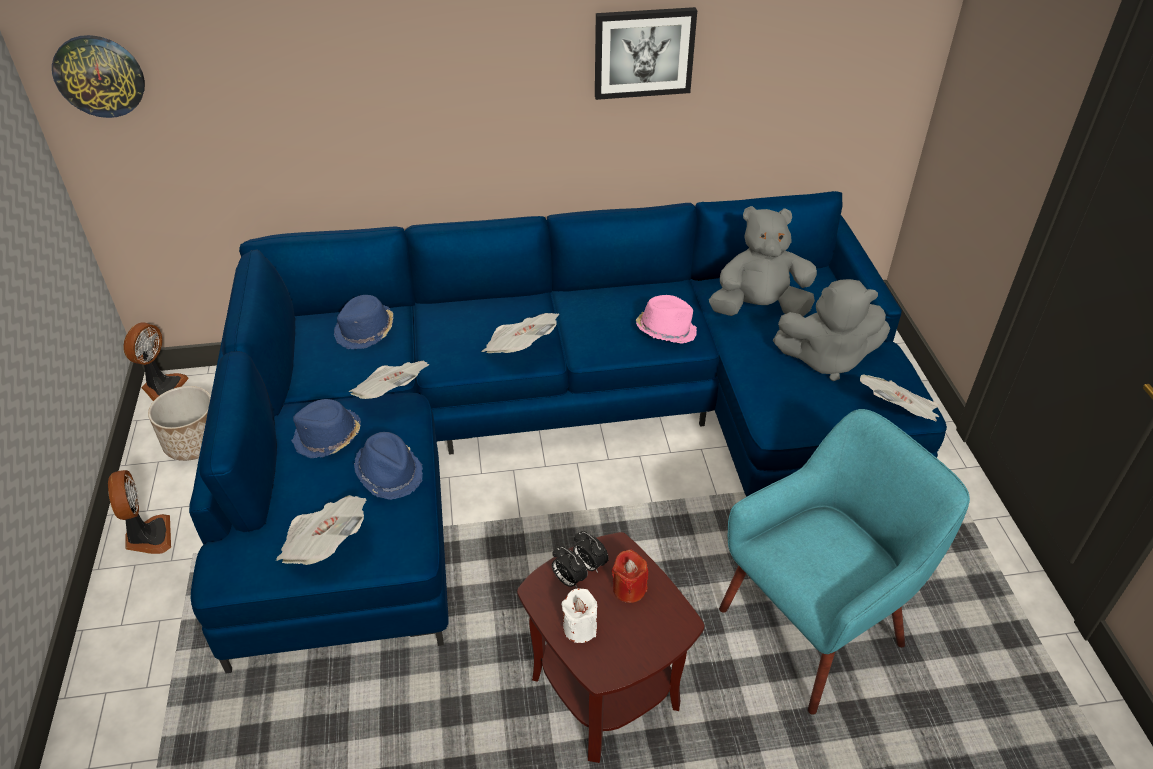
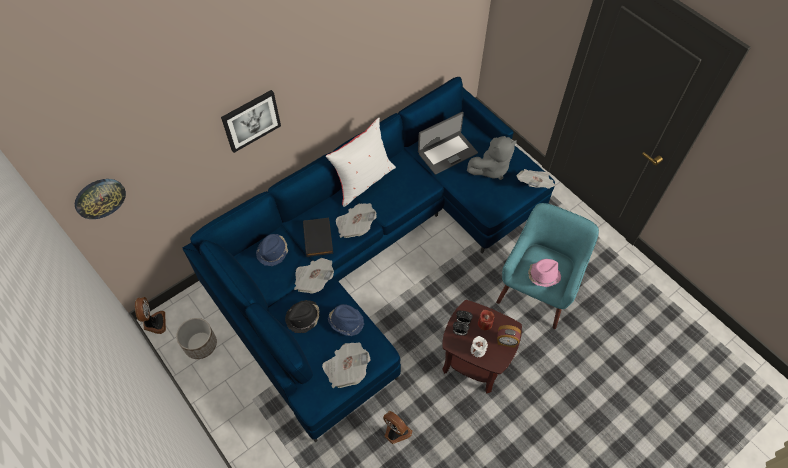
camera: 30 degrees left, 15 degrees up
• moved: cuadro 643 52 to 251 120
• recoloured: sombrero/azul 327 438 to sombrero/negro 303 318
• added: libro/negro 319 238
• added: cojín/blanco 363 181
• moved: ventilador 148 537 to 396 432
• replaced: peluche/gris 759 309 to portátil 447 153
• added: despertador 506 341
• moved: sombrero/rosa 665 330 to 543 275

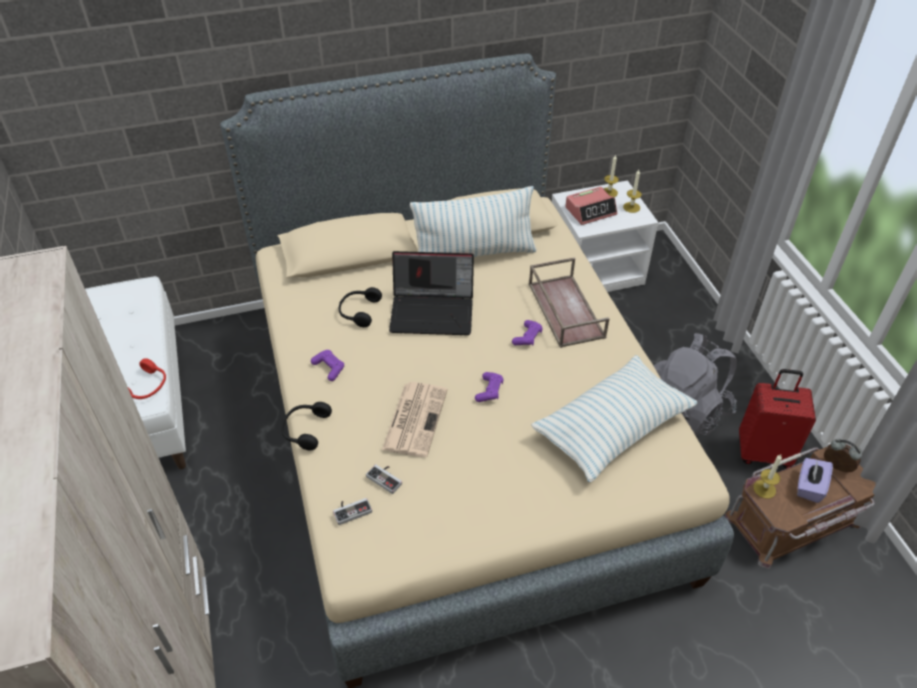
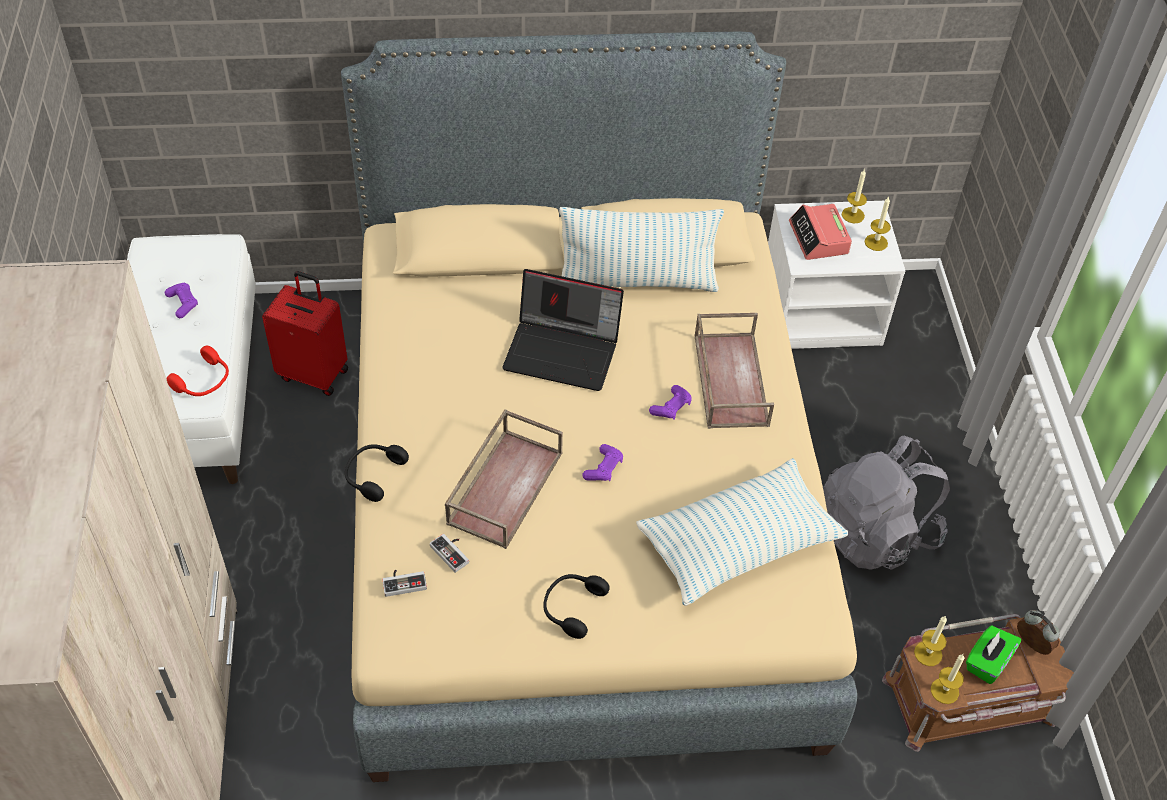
camera: 10 degrees right, 5 degrees up
• moved: mando de consola/morado 329 368 to 183 303
• moved: maleta/rojo 763 452 to 314 373
• replaced: periódico 415 418 to bandeja/marrón 504 486
• moved: auriculares/negro 358 311 to 572 607
• turned: despertador 590 211 = 819 238 90 degrees clockwise
• added: vela 944 691
• recoloured: caja de pañuelos/morado 809 487 to caja de pañuelos/verde 987 662

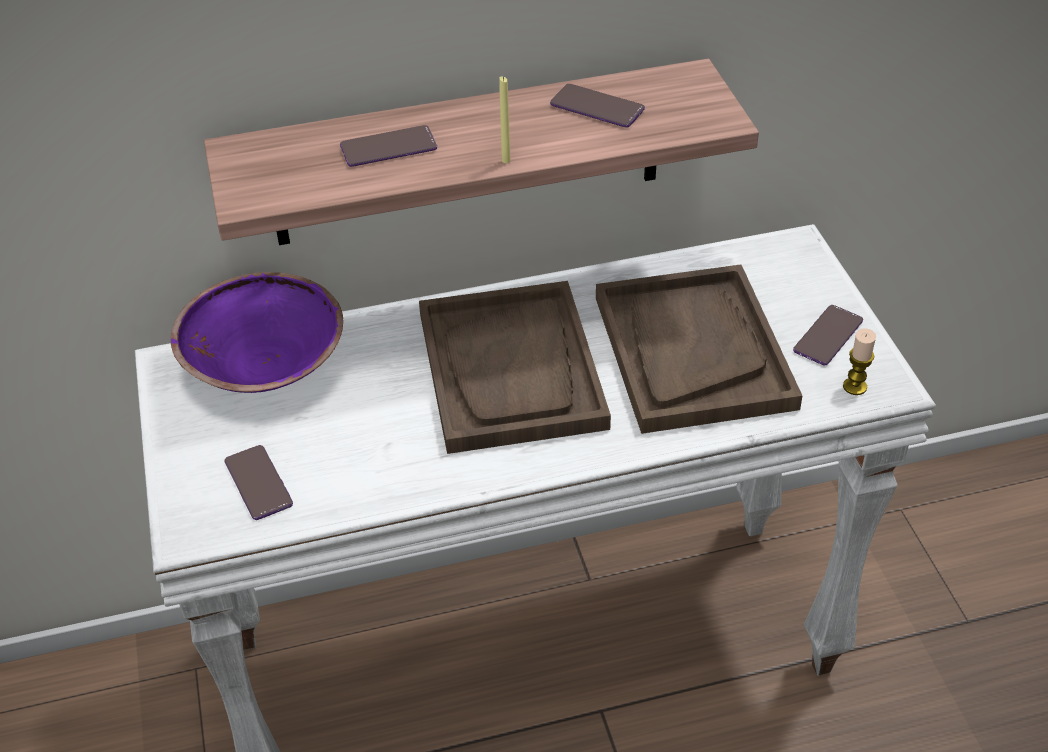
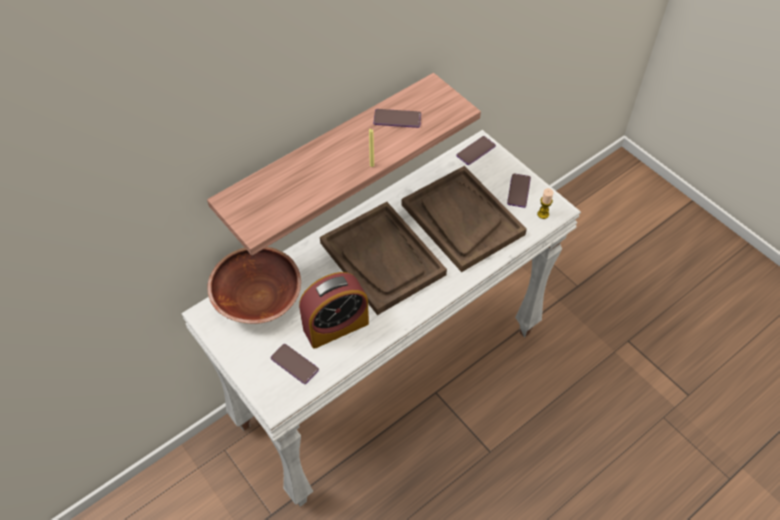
camera: 25 degrees left, 10 degrees up
• recoloured: cuenco/morado 265 365 to cuenco/marrón 257 298
• added: despertador 336 326
• moved: móvil 388 148 to 476 151

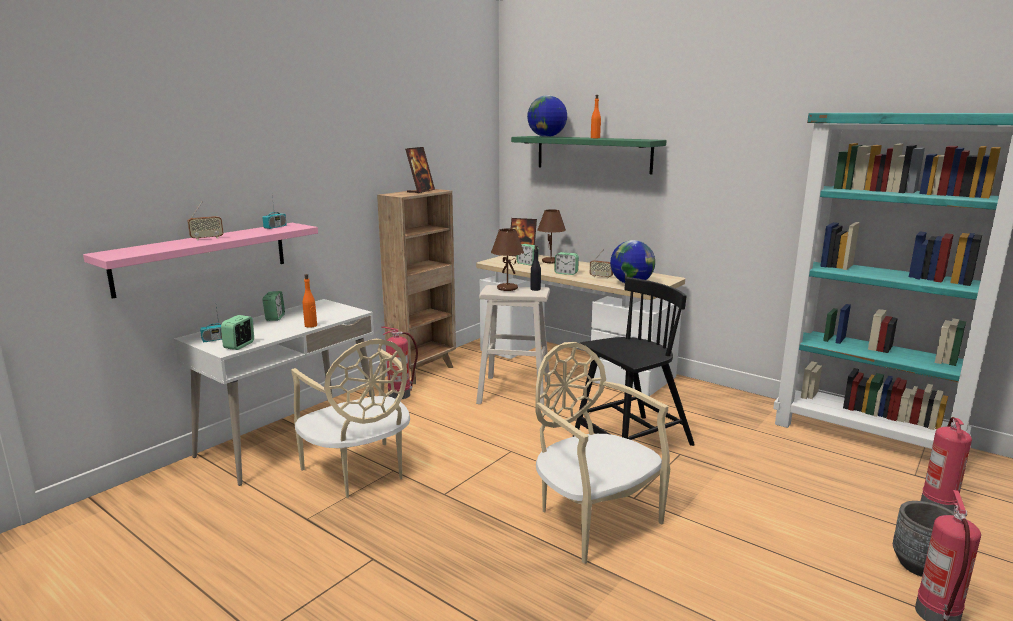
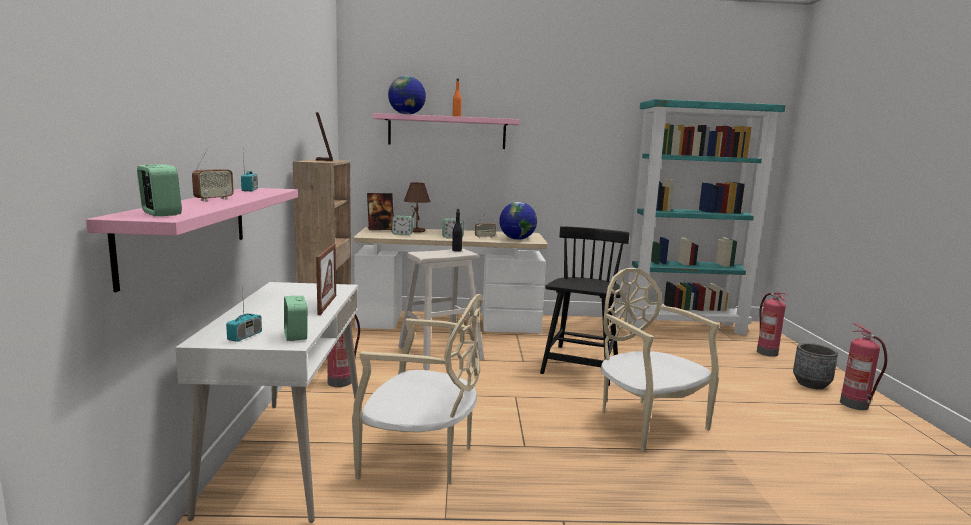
camera: 40 degrees left, 5 degrees down
• moved: despertador 275 317 to 161 213
• replaced: botella/naranja 311 325 to portarretratos 327 304
• recoloured: estante/verde 593 154 to estante/rosa 447 132
• turned: silla/beis 593 519 = 647 422 45 degrees clockwise
• removed: lámpara de mesa/marrón 507 288

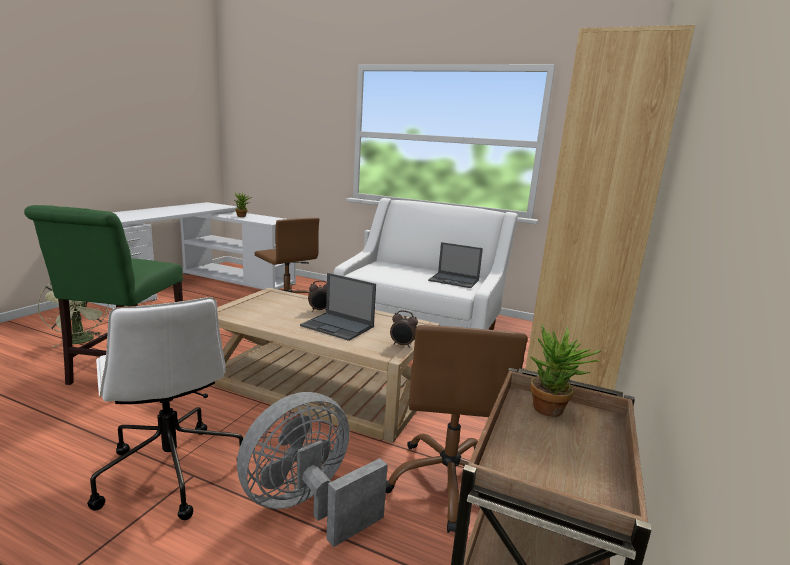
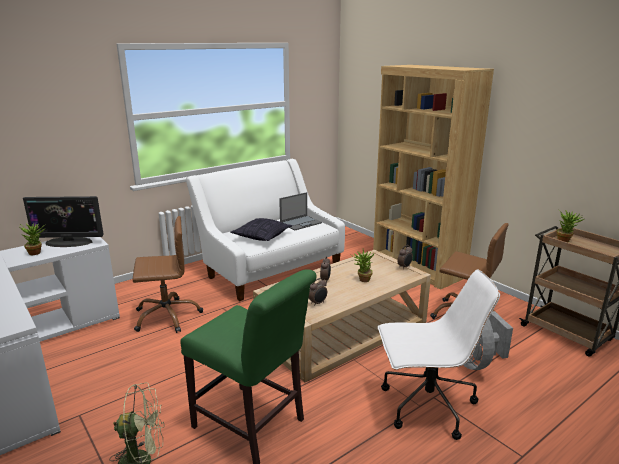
camera: 60 degrees left, 5 degrees up
• added: monitor 69 242
• added: cojín 262 236
• added: despertador 318 303
• replaced: portátil 338 326 to planta en maceta 362 279

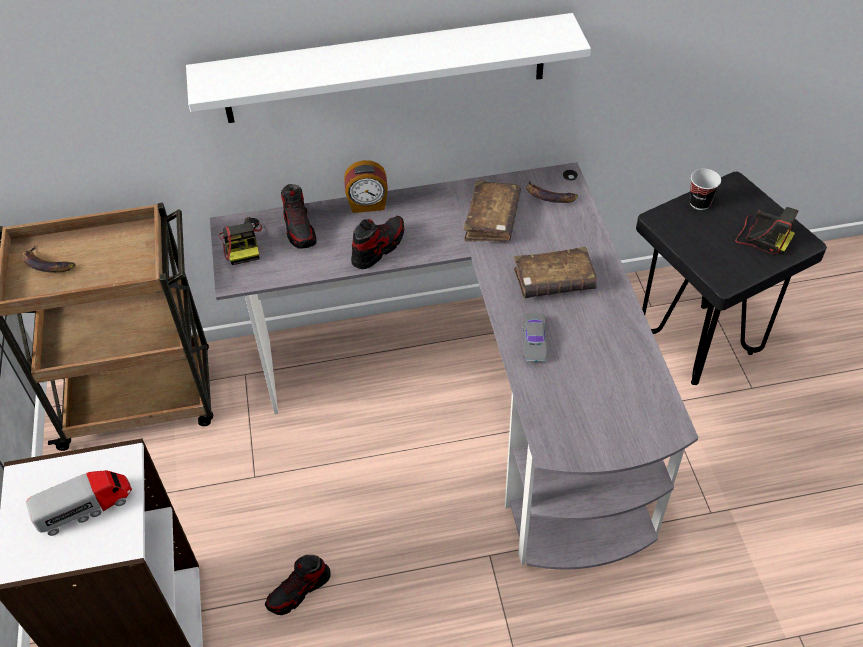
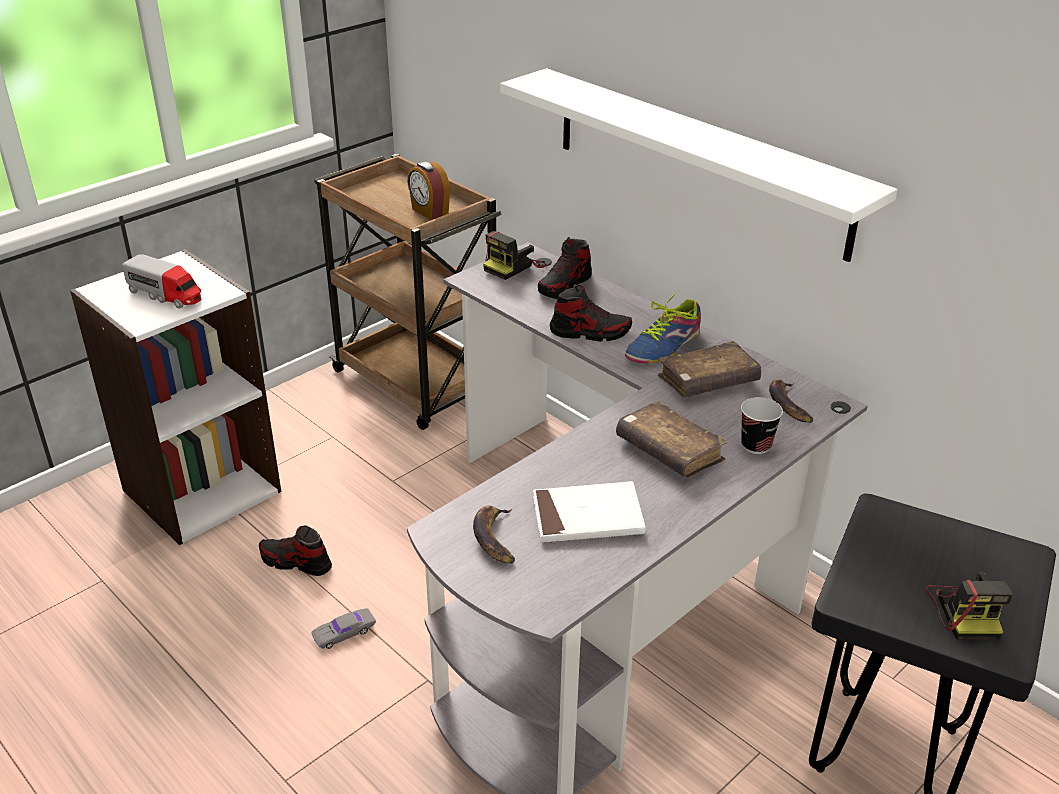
camera: 55 degrees right, 15 degrees down
• moved: coche de juguete/gris 534 341 to 344 632
• moved: despertador 368 205 to 429 212
• moved: plátano 47 264 to 494 538
• added: libro/blanco 587 517
• added: zapato 664 346
• moved: taza 700 203 to 756 445

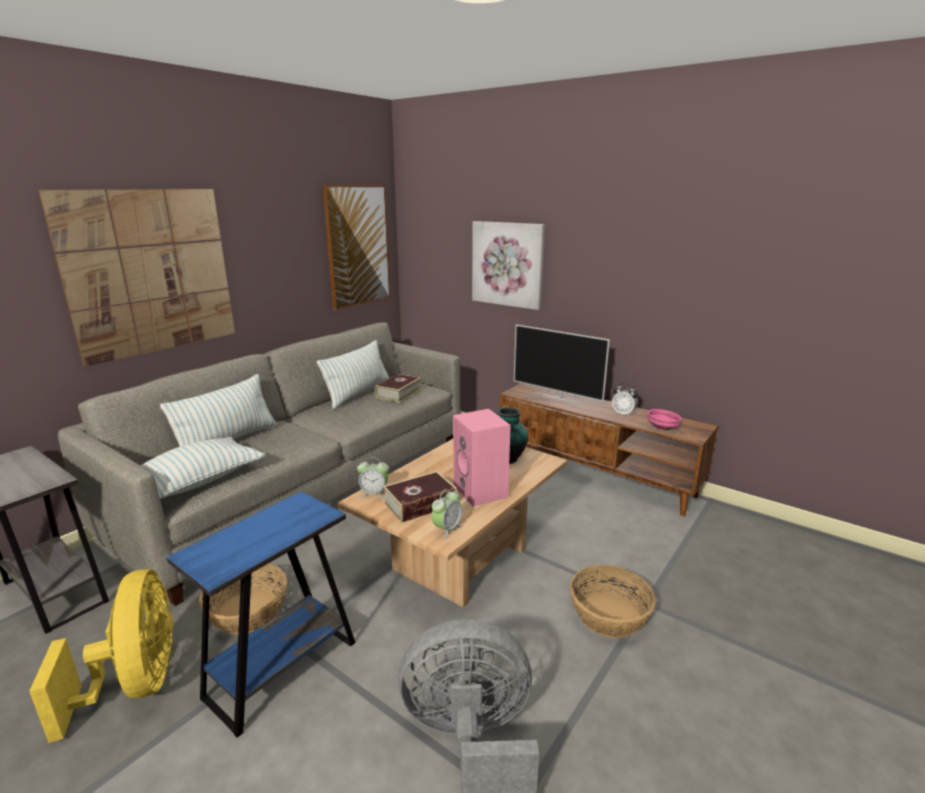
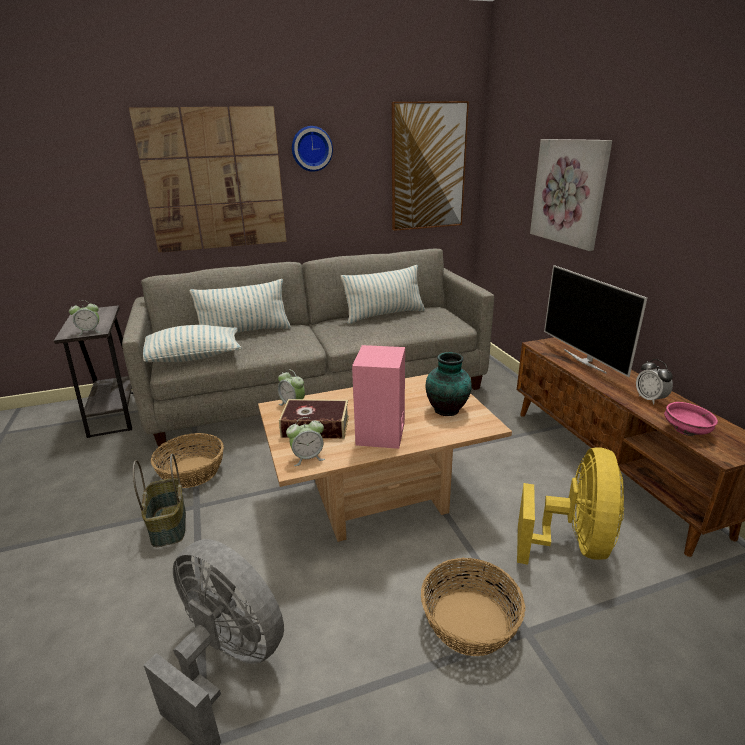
camera: 35 degrees right, 5 degrees up
• added: despertador 89 331
• replaced: mesa auxiliar/azul 282 669 to cesta 169 525
• added: reloj de pared 311 148
• moved: ventilador/amarillo 137 684 to 573 543
• removed: libro 399 393

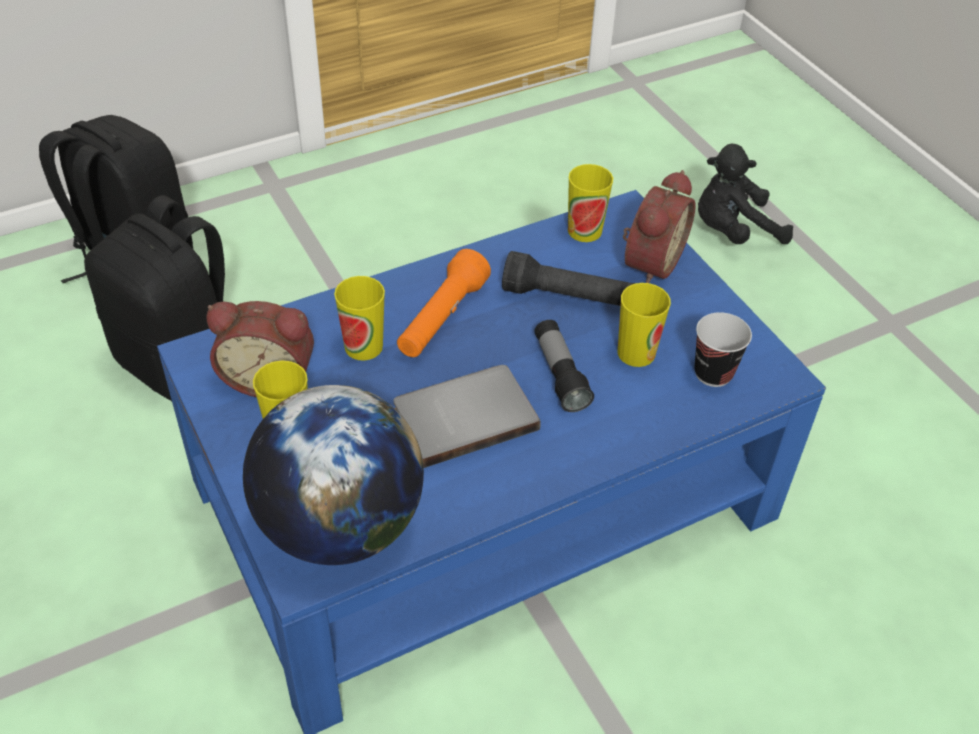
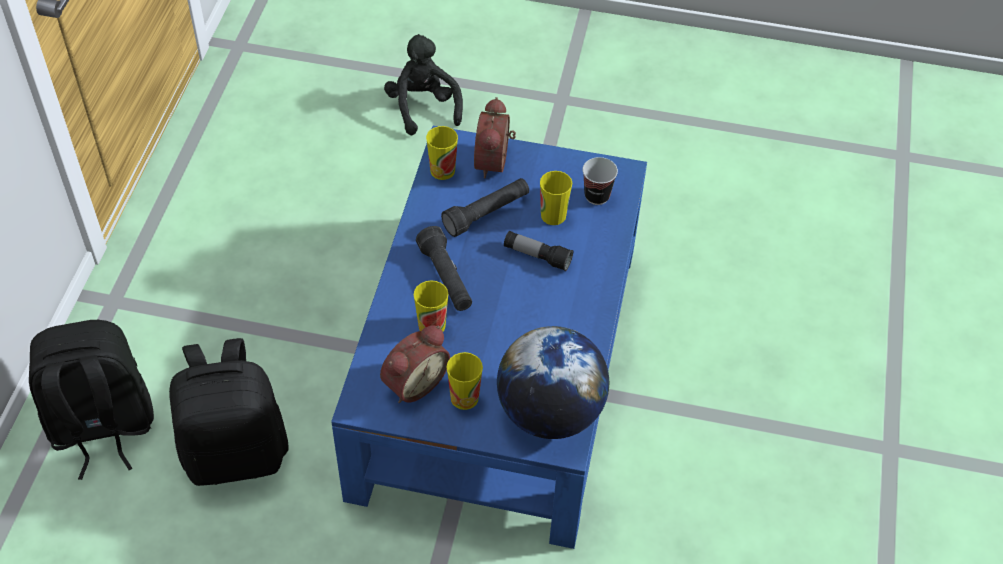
camera: 50 degrees left, 5 degrees up
• turned: peluche/negro 733 231 = 423 107 135 degrees clockwise
• recoloured: linterna/naranja 441 319 to linterna/negro 446 278
• turned: despertador 649 262 = 495 162 150 degrees counterclockwise
• removed: libro/gris 463 416

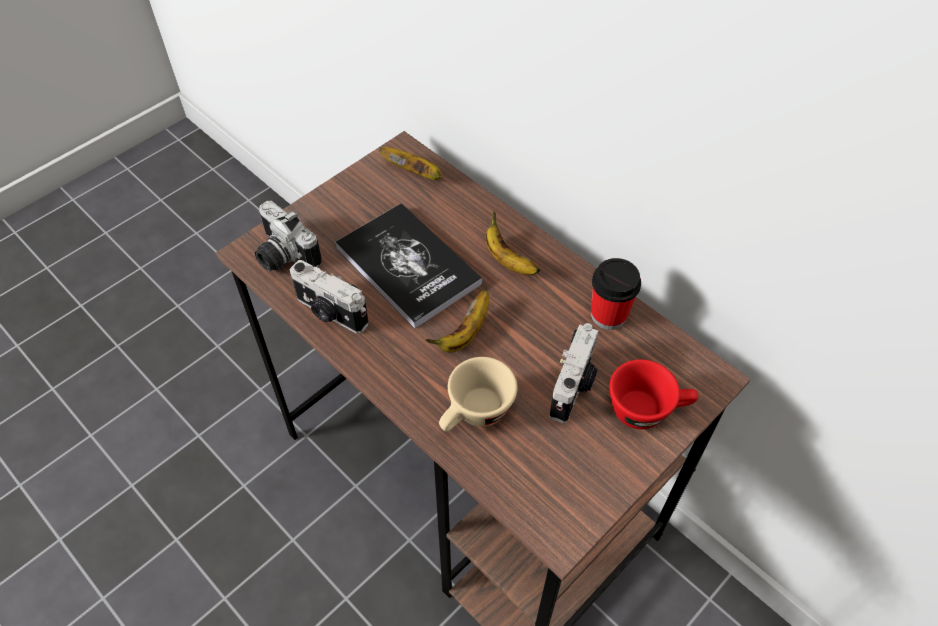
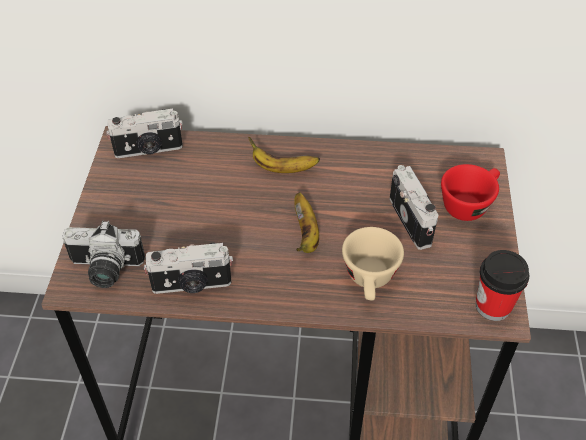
camera: 40 degrees left, 5 degrees down
• replaced: plátano 415 173 to cámara 149 150
• moved: taza 608 315 to 493 306
• removed: libro 408 265

